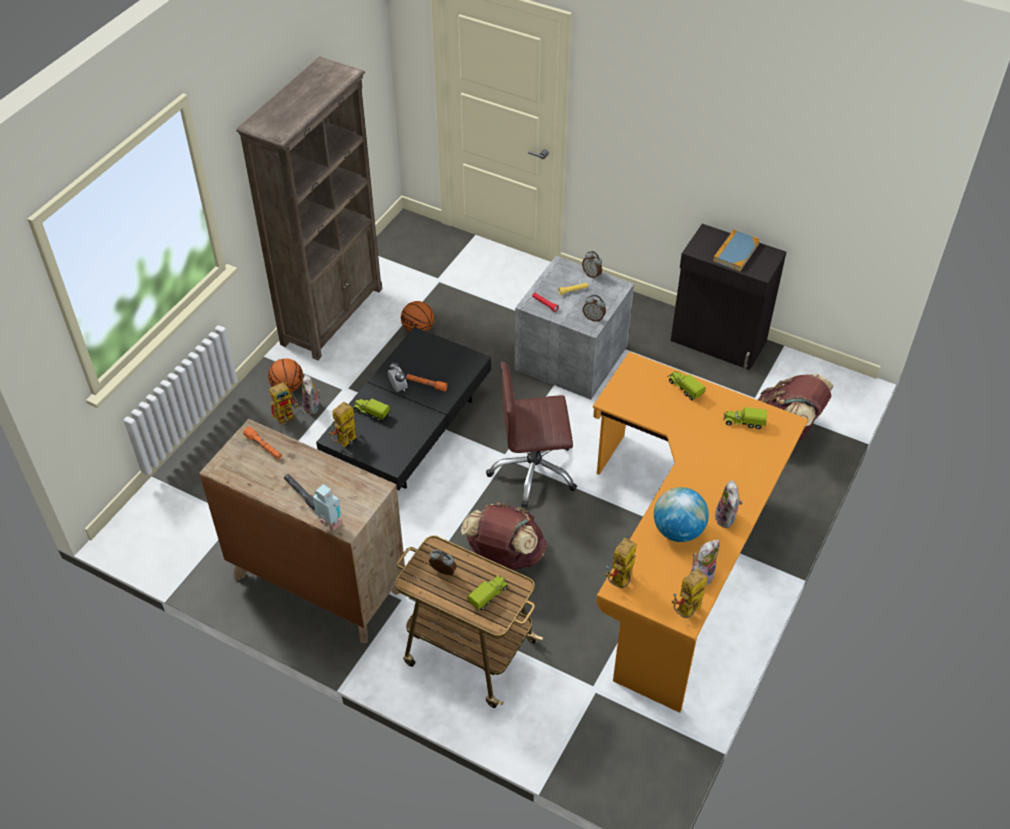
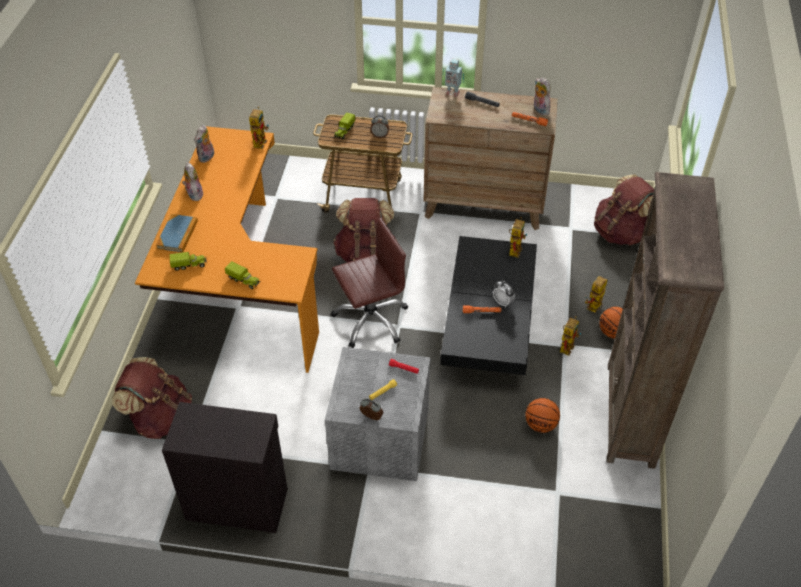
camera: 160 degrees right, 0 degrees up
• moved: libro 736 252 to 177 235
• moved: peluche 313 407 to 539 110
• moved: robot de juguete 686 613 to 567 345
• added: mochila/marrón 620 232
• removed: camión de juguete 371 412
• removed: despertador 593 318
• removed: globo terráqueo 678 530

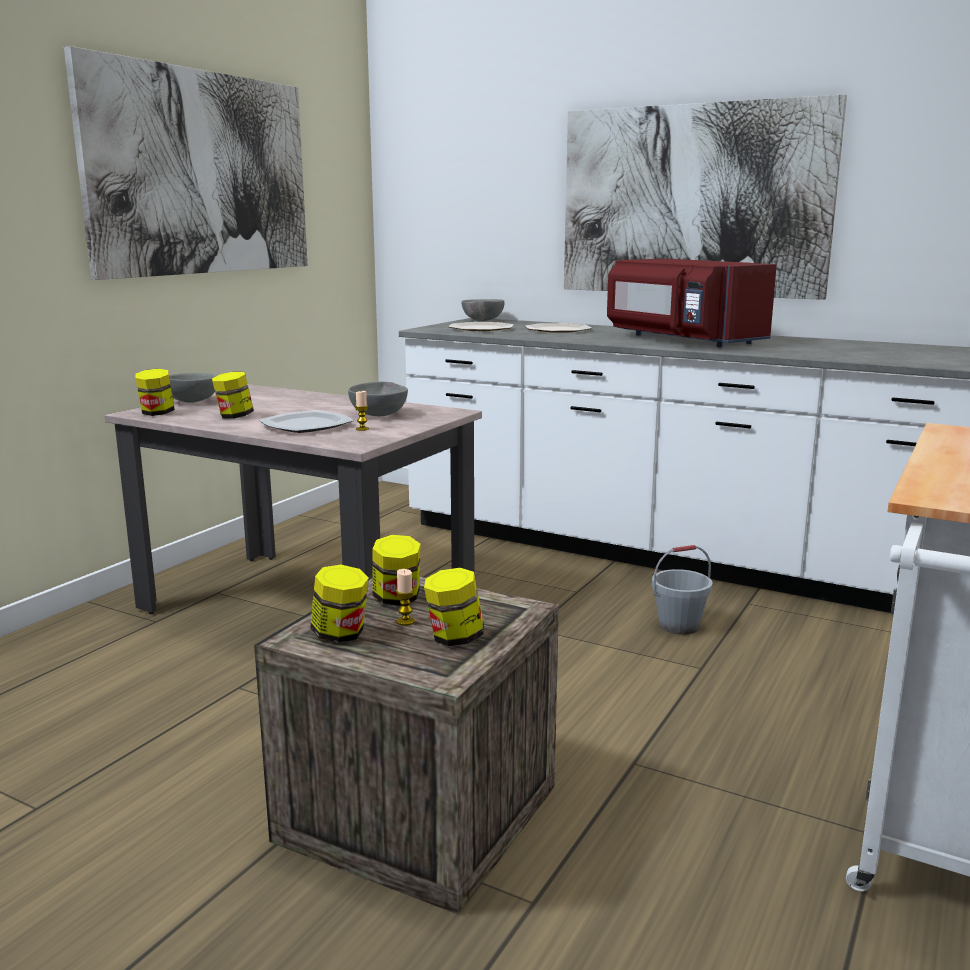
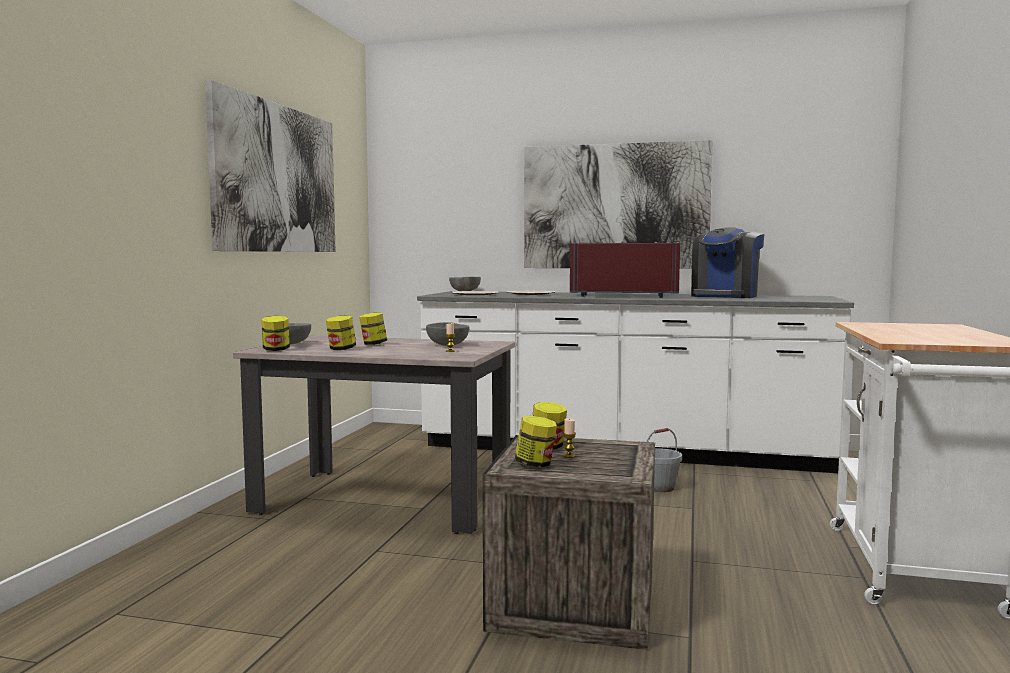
camera: 15 degrees left, 10 degrees down
• moved: tarro 454 638 to 373 344
• turned: microondas/rojo 681 339 = 624 295 150 degrees clockwise
• added: cafetera 725 296
• removed: plato 307 425

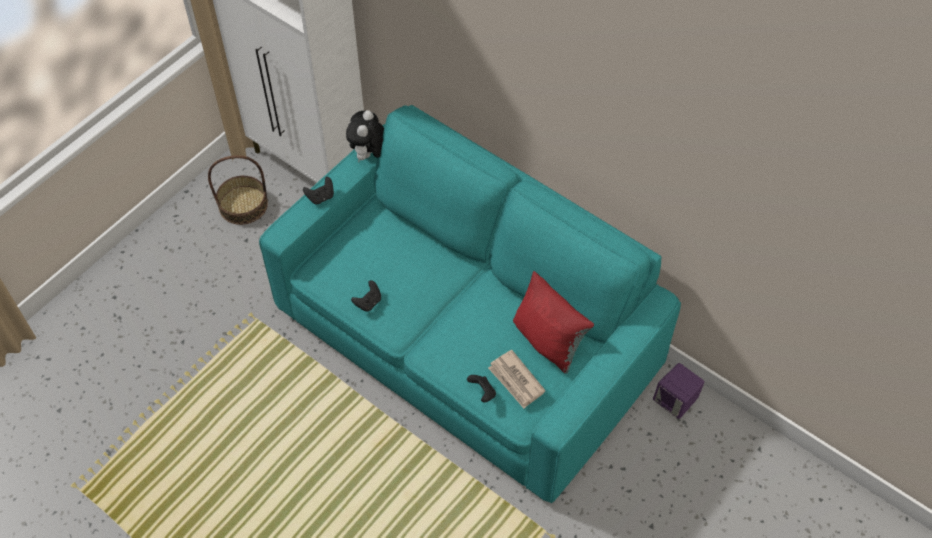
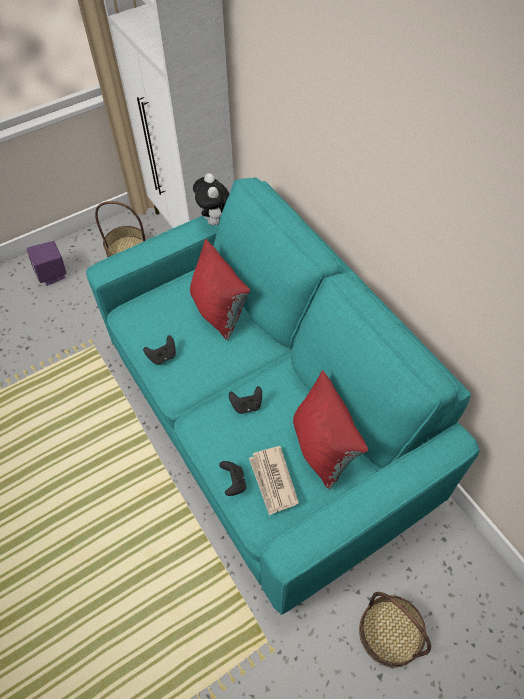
camera: 20 degrees right, 0 degrees up
• moved: altavoz/morado 675 402 to 53 274
• added: cojín/rojo 219 311
• turned: peluche 369 155 = 216 222 45 degrees counterclockwise
• moved: mando de consola/negro 321 197 to 247 405
• added: cesta 389 632

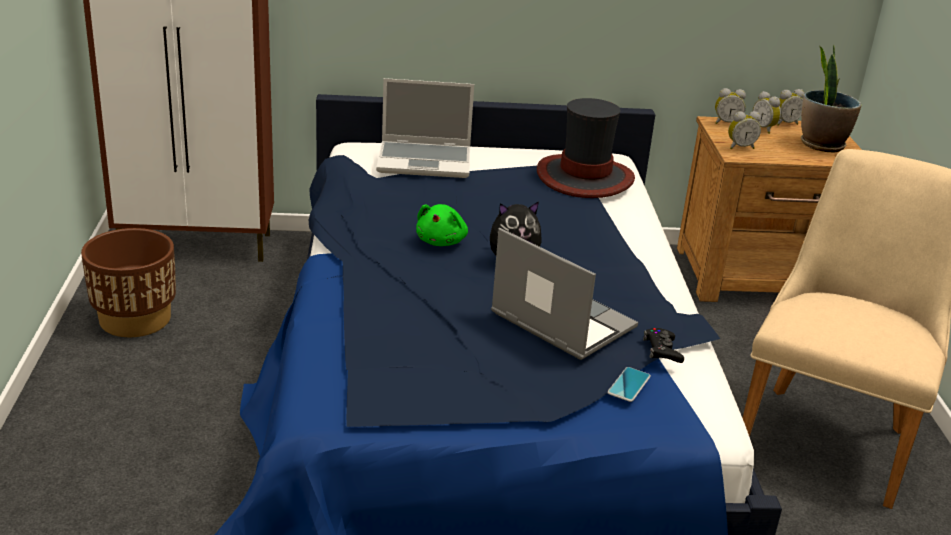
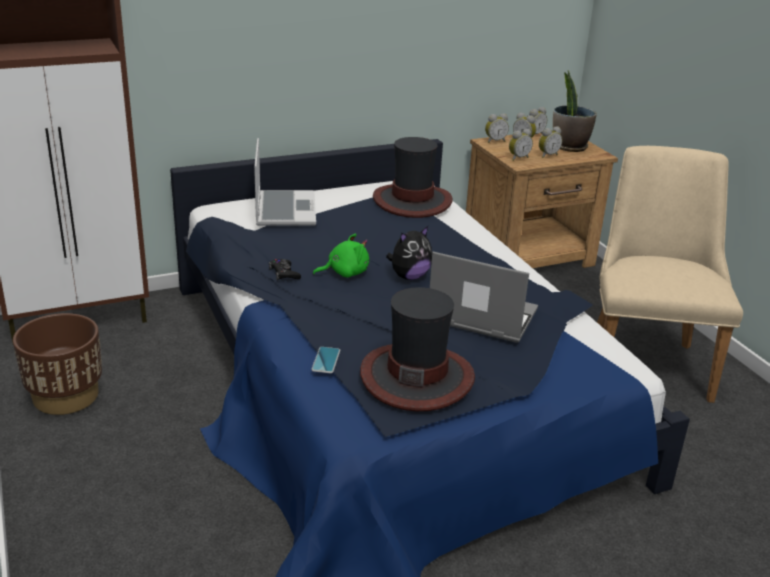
camera: 20 degrees left, 0 degrees up
• turned: portátil 425 161 = 284 210 75 degrees counterclockwise
• moved: mando de consola/negro 662 350 to 284 273
• moved: móvil 629 385 to 326 360
• turned: peluche/verde 442 241 = 345 273 105 degrees counterclockwise
• added: sombrero 417 377
• added: despertador 547 155

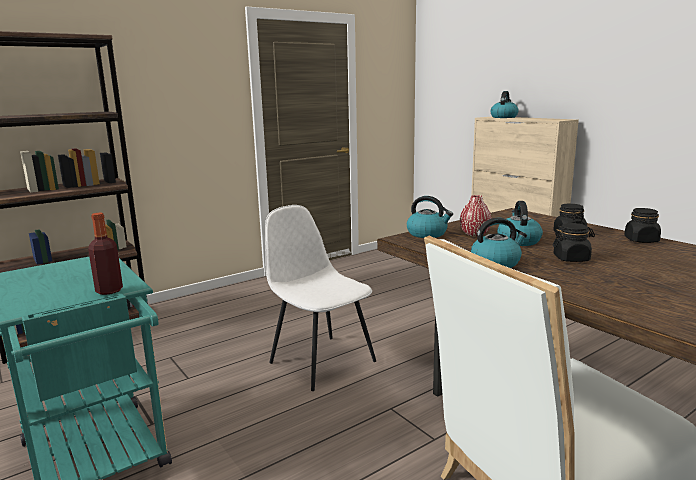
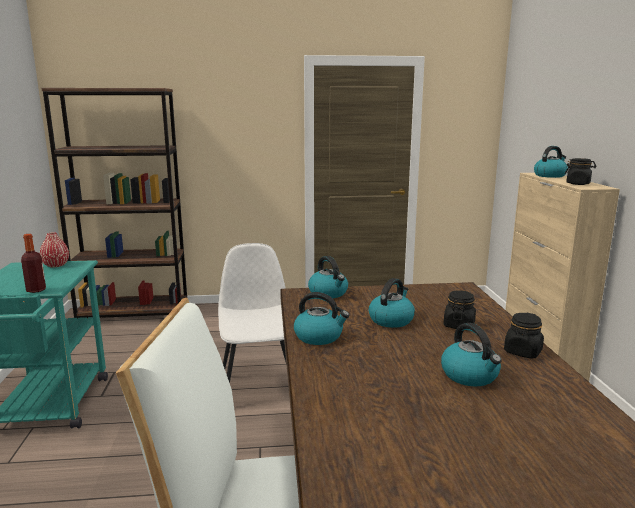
camera: 30 degrees right, 0 degrees up
• moved: florero/rojo 474 234 to 56 265
• added: hervidor 470 375
• moved: tarro/negro 571 259 to 578 184

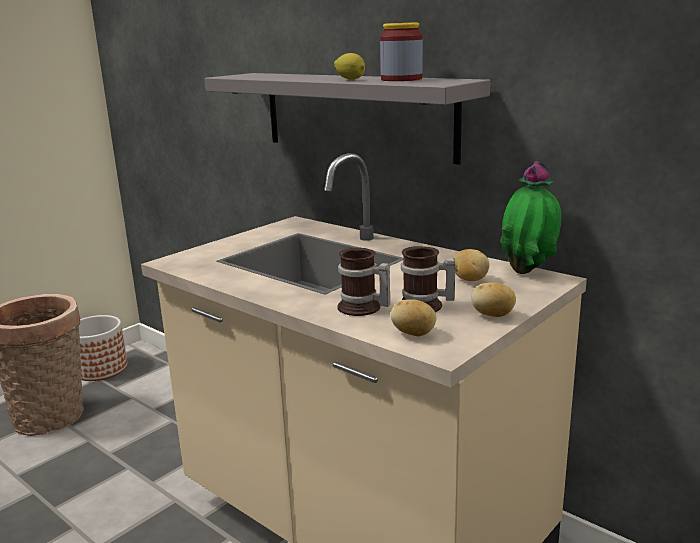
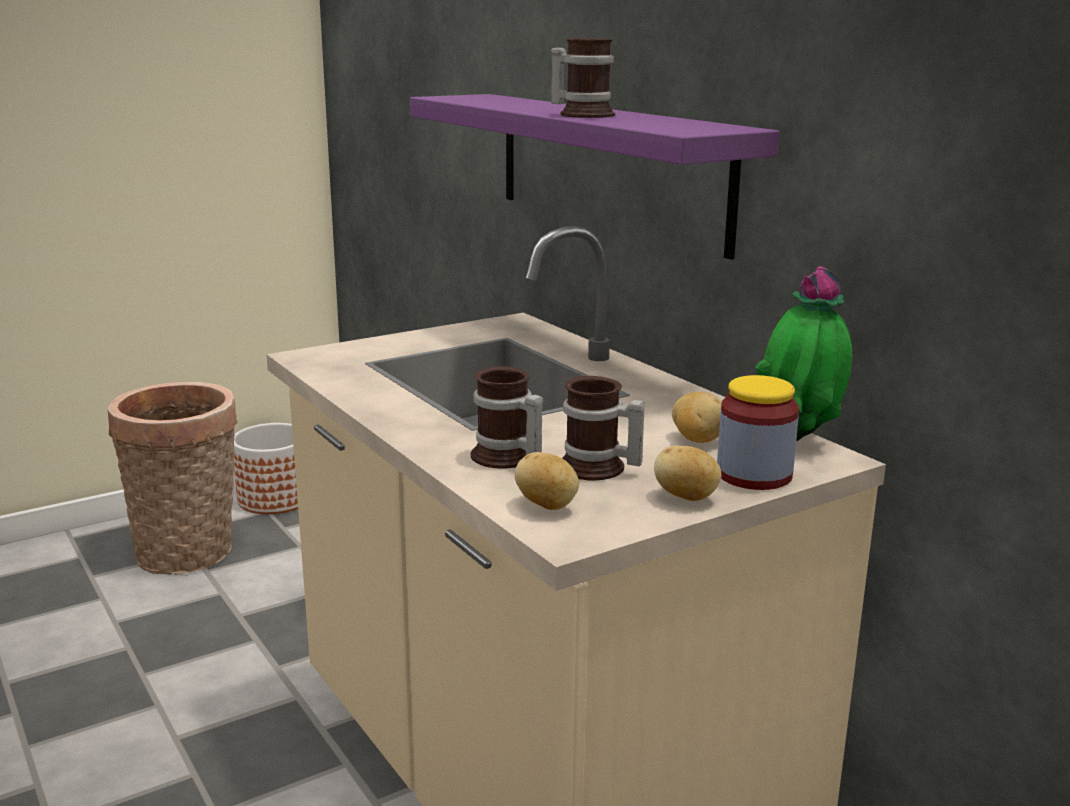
camera: 15 degrees right, 0 degrees up
• recoloured: estante/gris 355 114 to estante/morado 608 168
• replaced: limón 350 79 to taza grande 584 114
• moved: tarro 401 79 to 754 475

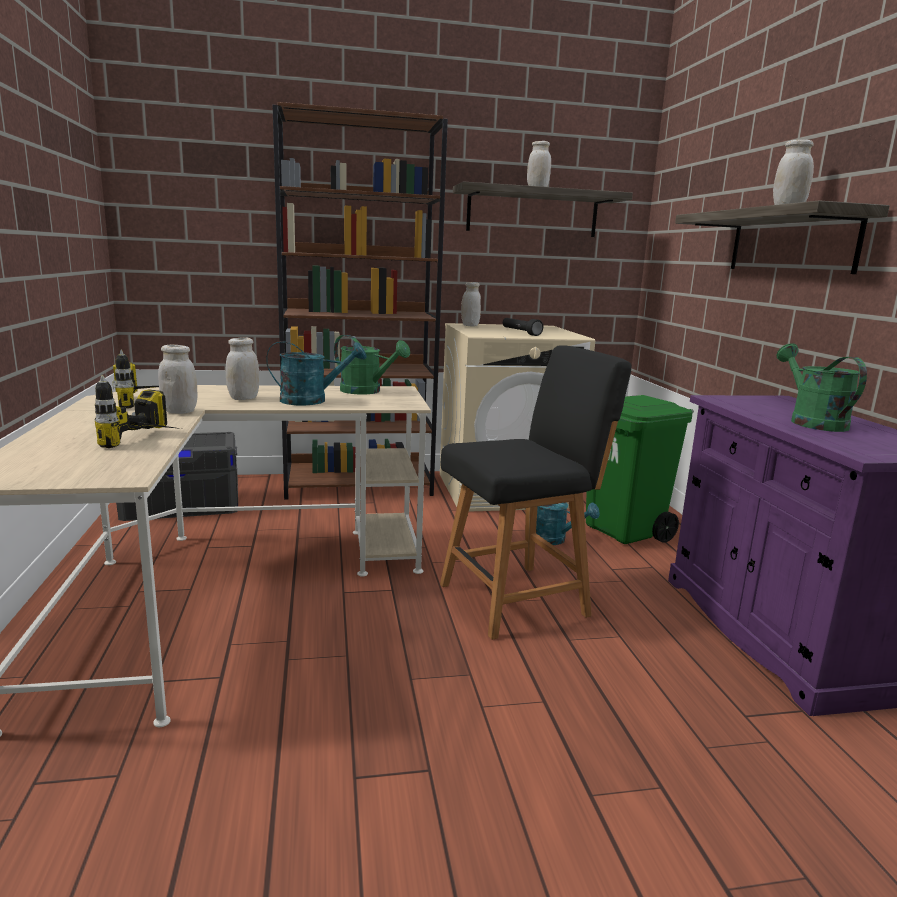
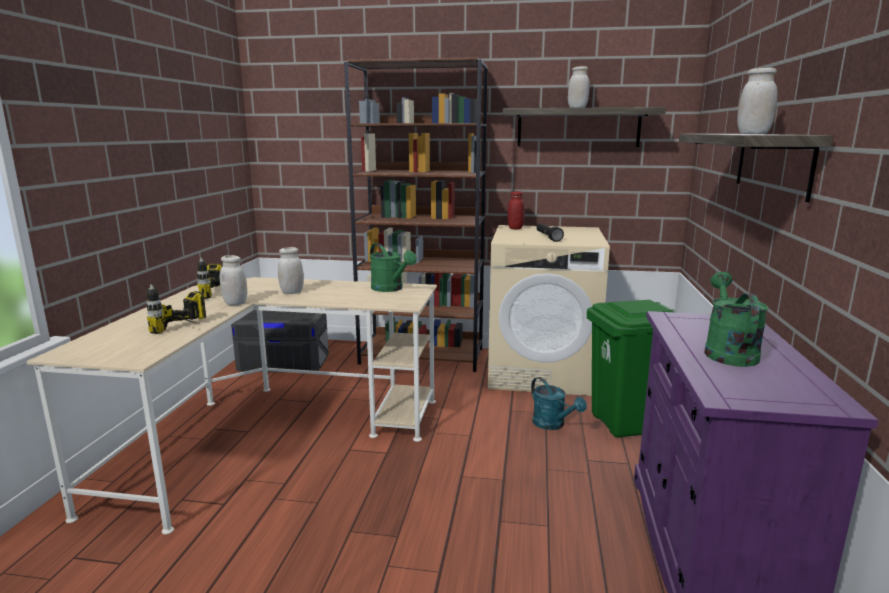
camera: 20 degrees right, 0 degrees up
• recoloured: tarro/blanco 470 325 to tarro/rojo 515 228
• removed: regadera/turquesa 312 400
• removed: silla/negro 518 598

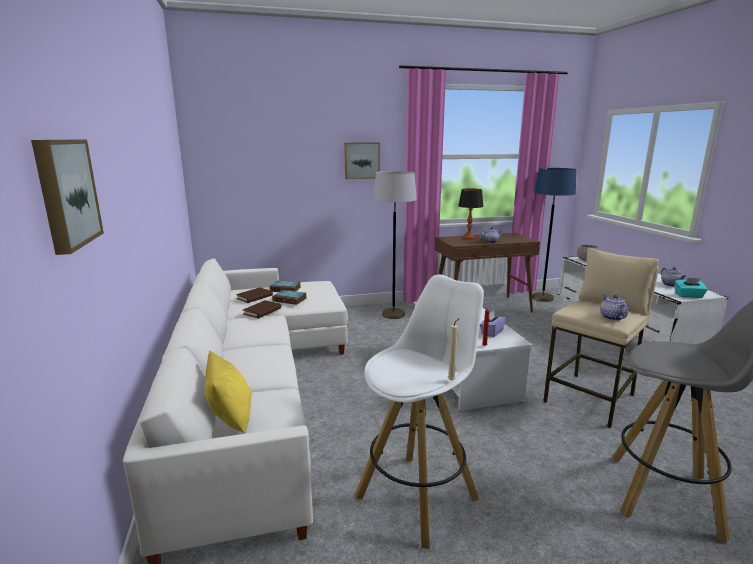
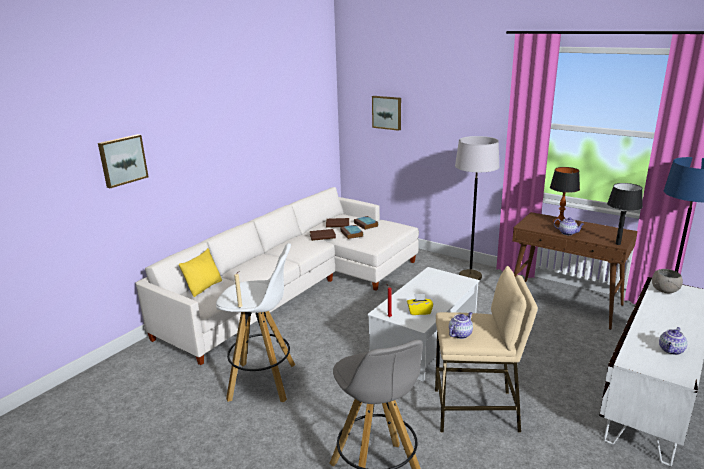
camera: 50 degrees right, 5 degrees up
• moved: cuadro 361 160 to 387 112
• recoloured: caja de pañuelos/morado 491 332 to caja de pañuelos/amarillo 419 311
• added: lámpara de mesa/negro 618 244
• removed: caja de pañuelos/turquesa 688 296

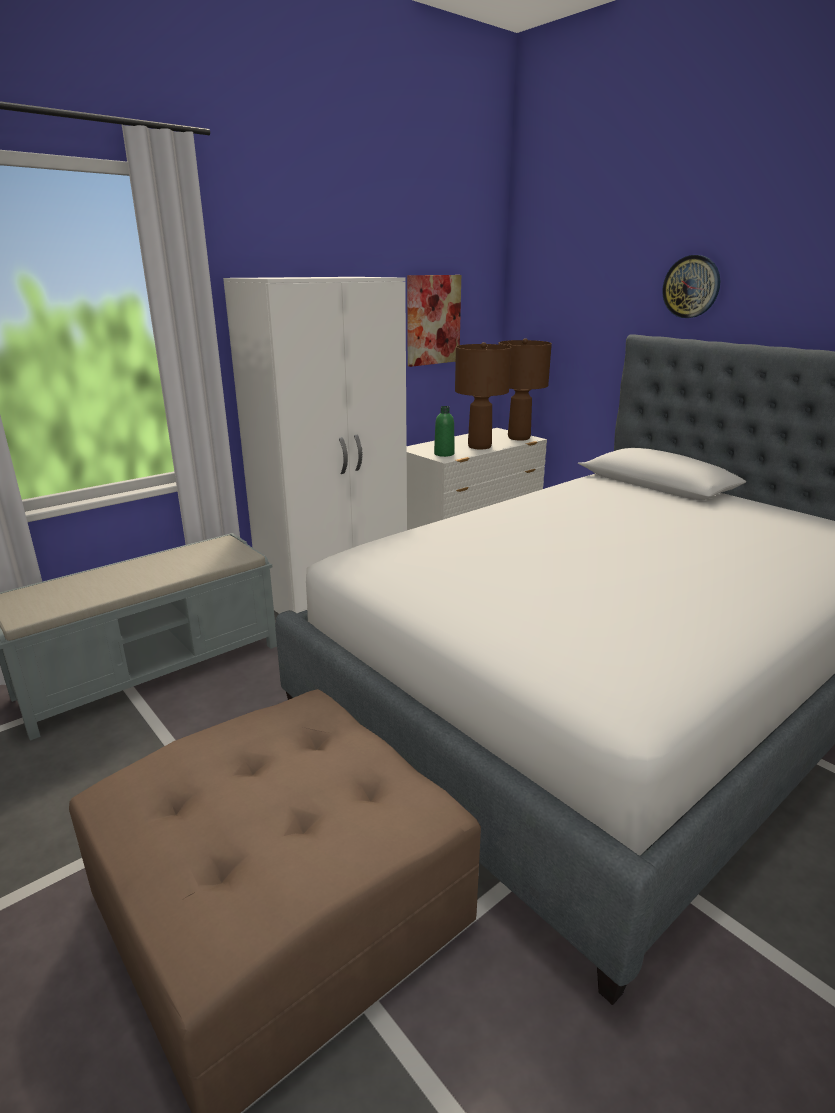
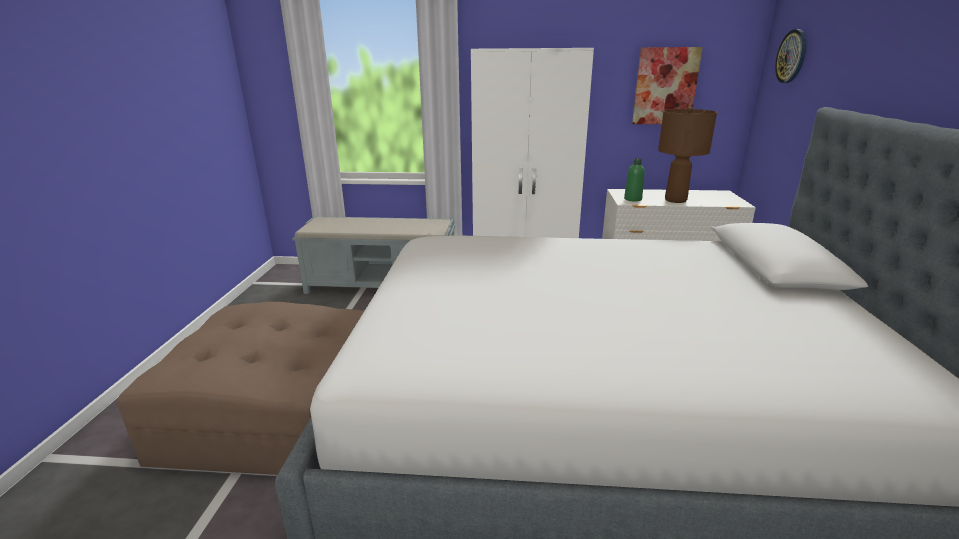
camera: 45 degrees right, 0 degrees up
• moved: reloj de pared 691 287 to 792 56
• removed: lámpara de mesa/marrón 519 438

